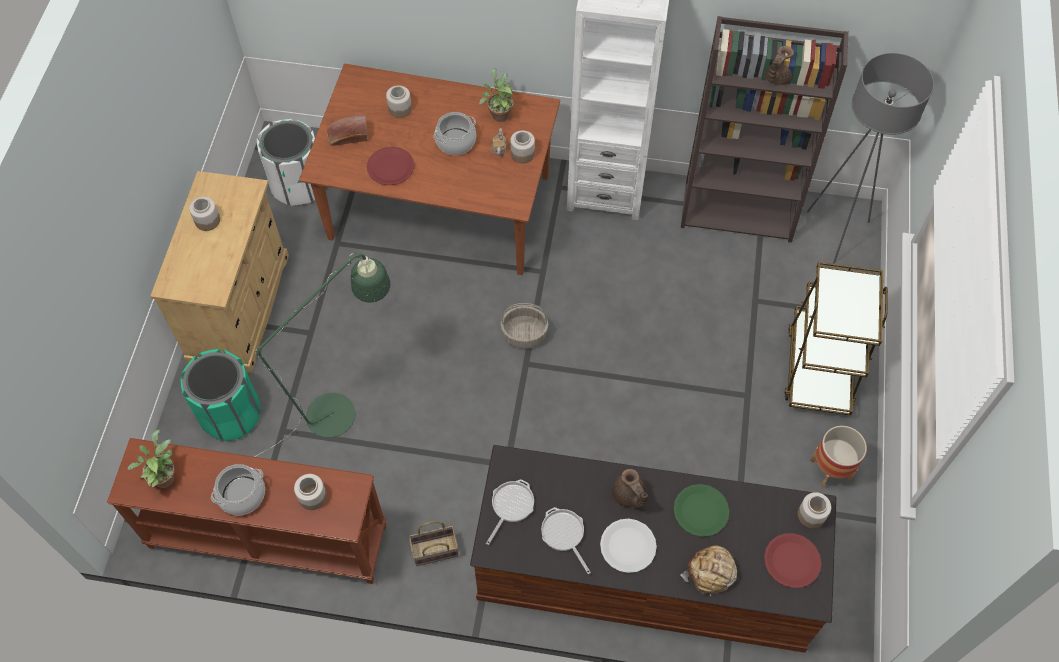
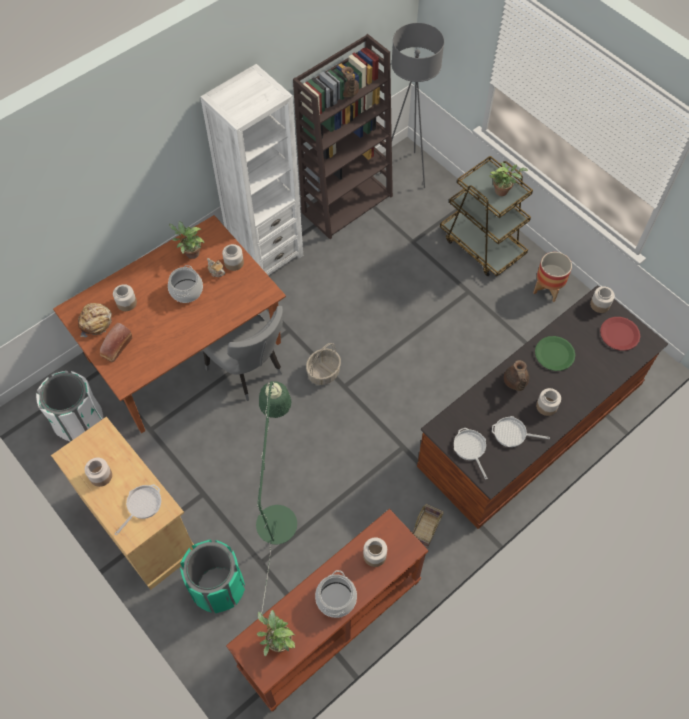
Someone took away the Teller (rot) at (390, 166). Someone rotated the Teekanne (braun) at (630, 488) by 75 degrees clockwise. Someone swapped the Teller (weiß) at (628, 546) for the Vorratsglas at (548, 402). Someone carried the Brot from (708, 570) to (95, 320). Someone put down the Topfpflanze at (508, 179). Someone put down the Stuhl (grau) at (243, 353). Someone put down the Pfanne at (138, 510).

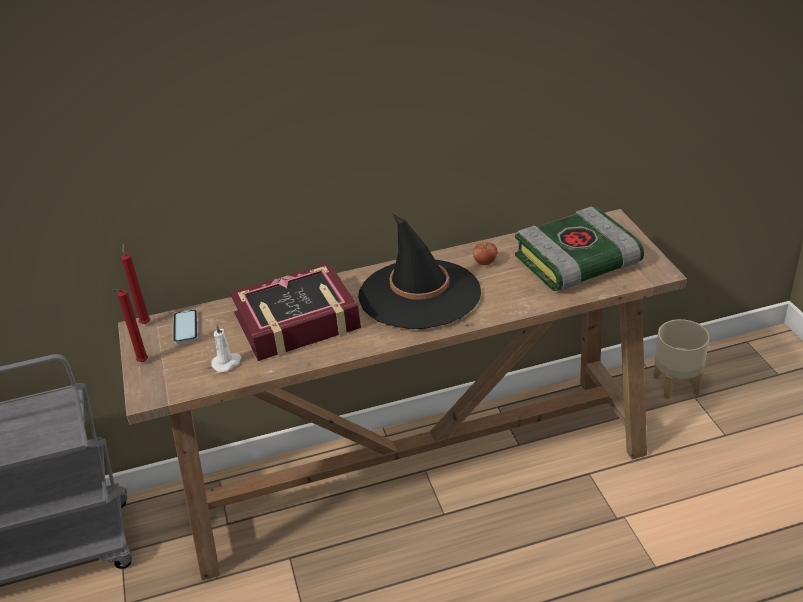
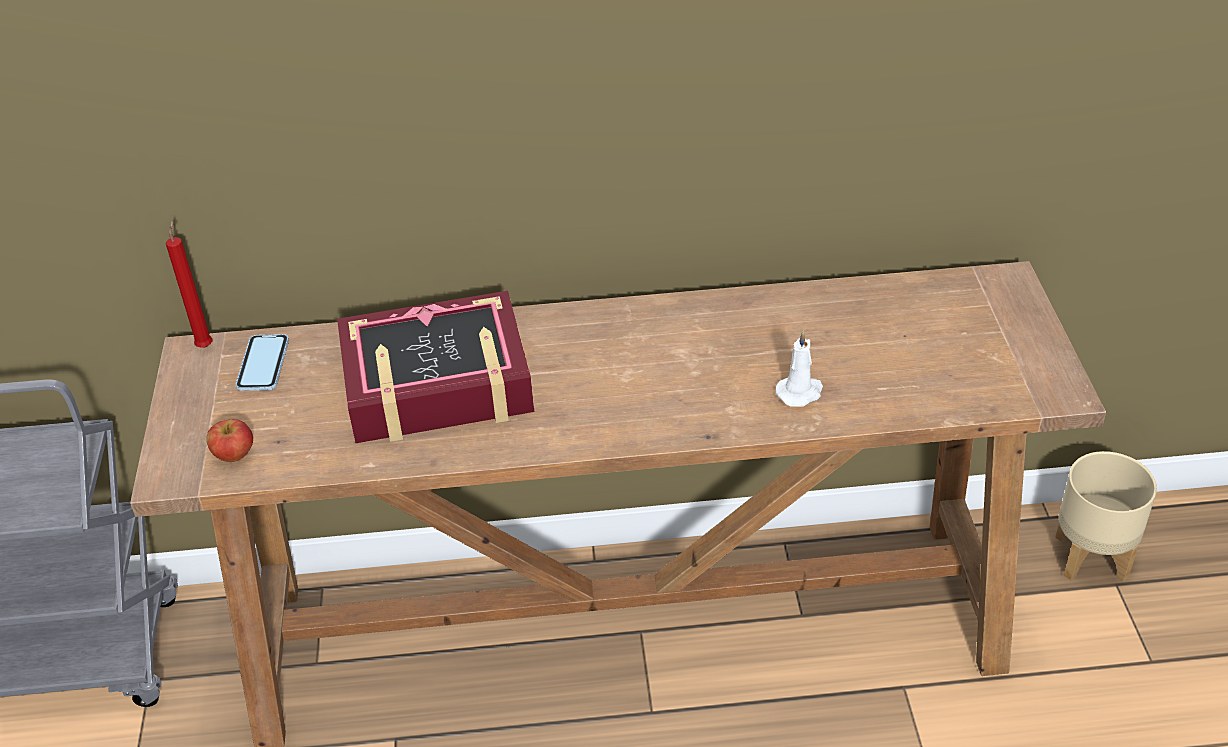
Someone took away the Buch at (579, 248). Someone took away the Hut (schwarz) at (419, 271). Someone carried the Apfel from (485, 253) to (229, 440). Someone took away the Kerze (rot) at (130, 325). Someone carried the Kerze (weiß) from (226, 348) to (799, 368).

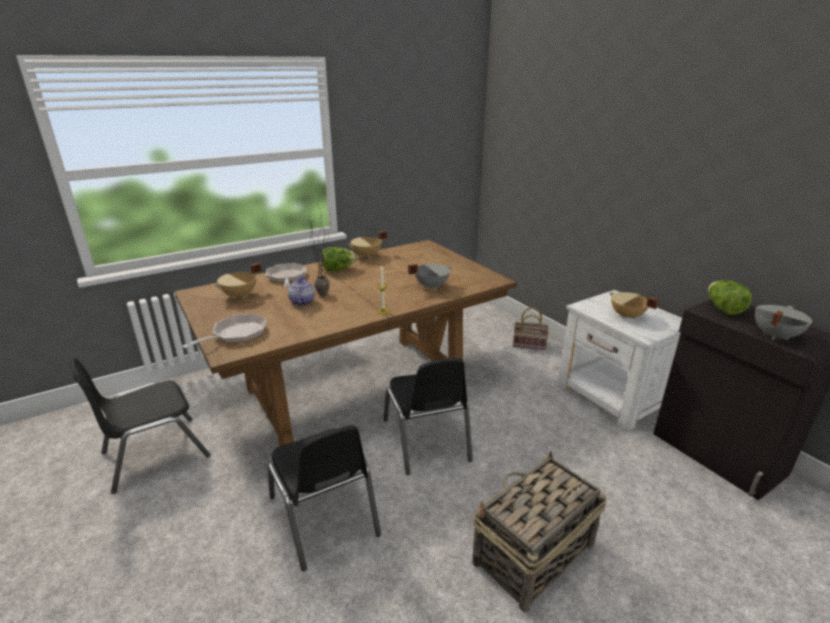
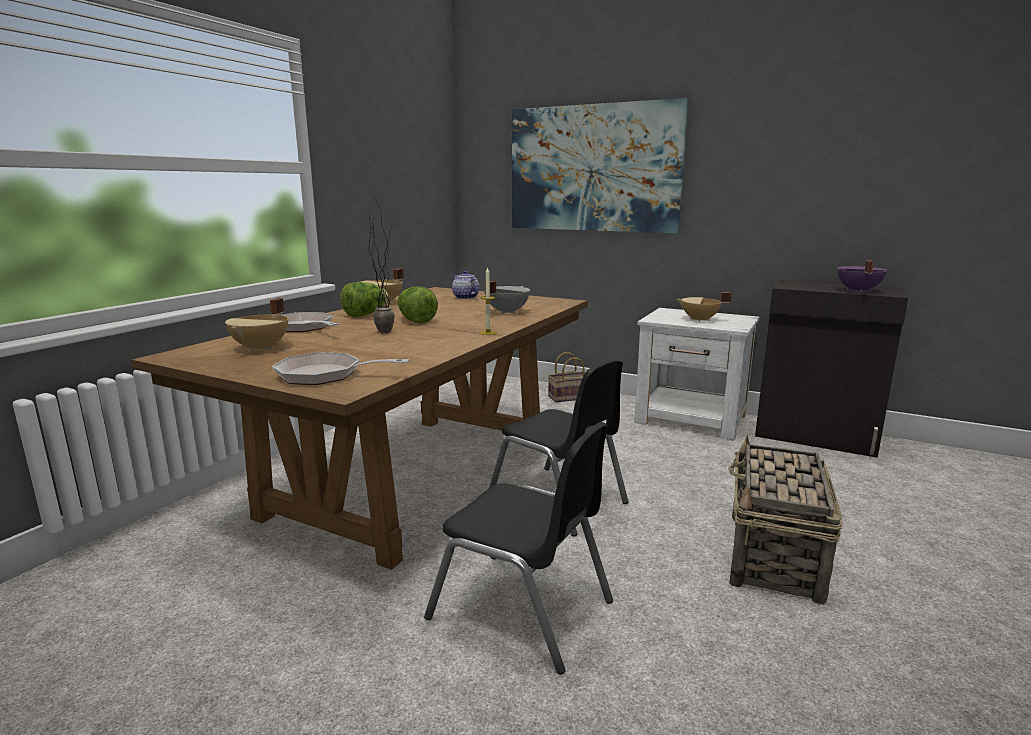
Someone carried the Teekanne from (301, 291) to (465, 285). Someone carried the Salatkopf from (730, 297) to (418, 304). Someone repainted the Kochtopf (grau) at (783, 322), which became the Kochtopf (lila) at (862, 276). Someone rotated the Pfanne at (224, 331) by 90 degrees counterclockwise. Someone took away the Stuhl (schwarz) at (140, 425). Someone put up the Bild at (600, 165).

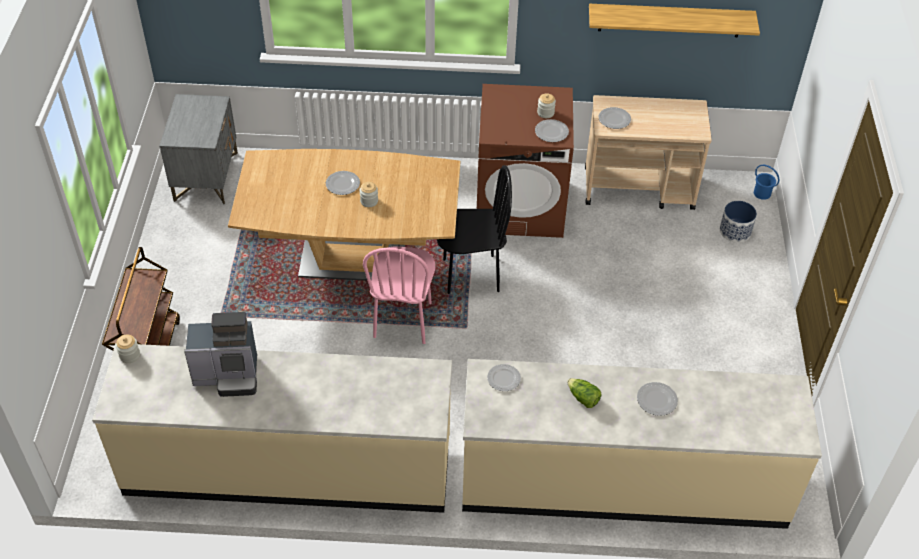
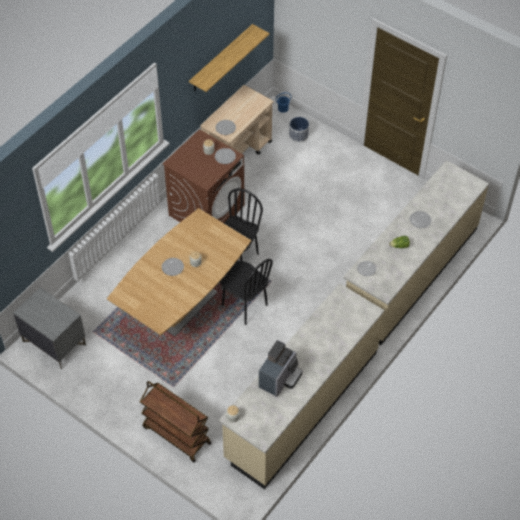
Someone repainted the Stuhl (rosa) at (399, 295), which became the Stuhl (schwarz) at (246, 292).

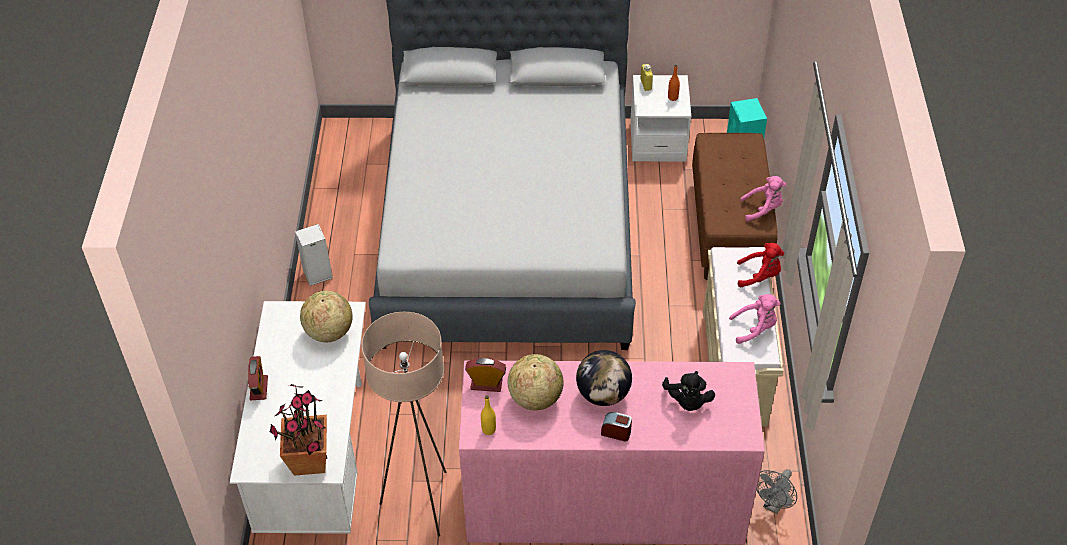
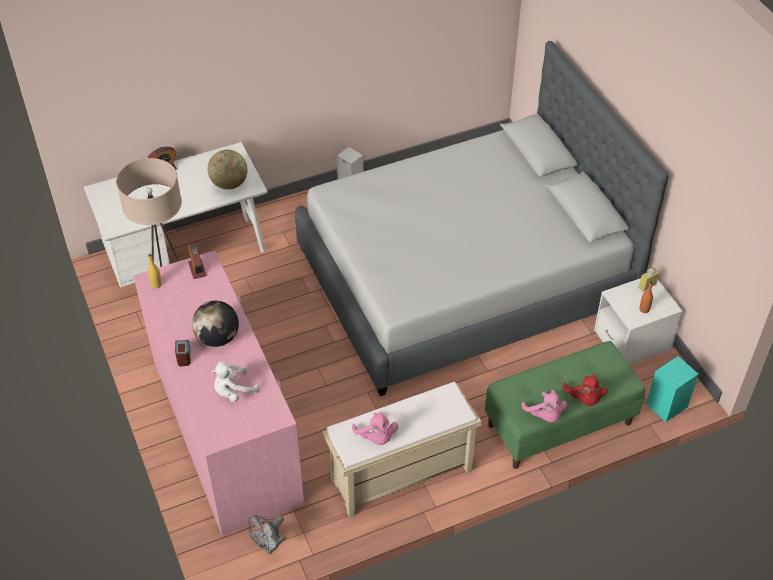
Someone repainted the Bank (braun) at (734, 206), which became the Bank (grün) at (565, 405). Someone carried the Plüschtier (rot) from (760, 265) to (585, 390). Someone took away the Globus at (536, 382). Someone repainted the Plüschtier (schwarz) at (688, 391), which became the Plüschtier (weiß) at (236, 381). Someone took away the Topfpflanze at (298, 430). Someone rotated the Ventilator (grau) at (776, 491) by 60 degrees counterclockwise.

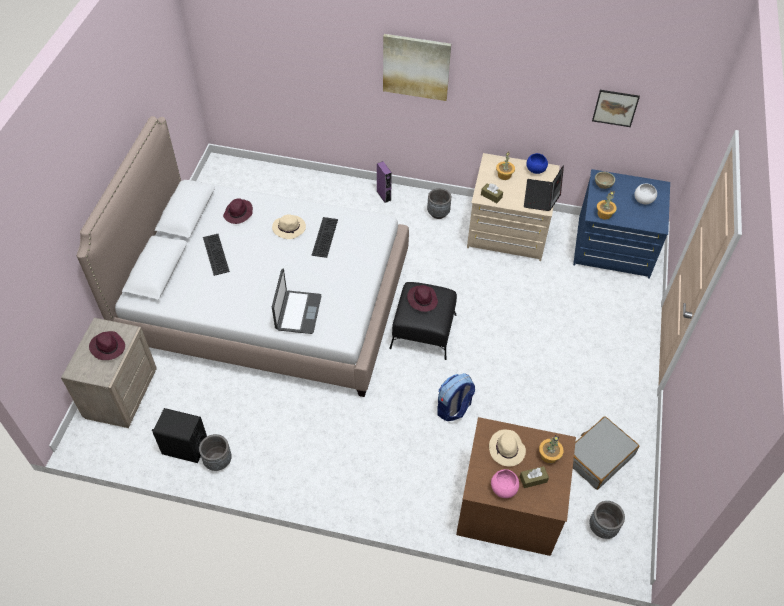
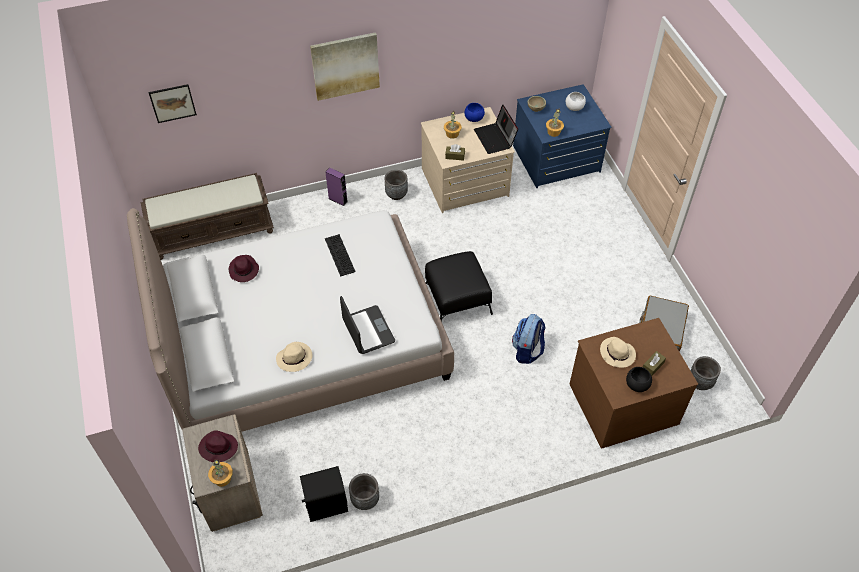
Someone carried the Bild from (616, 108) to (172, 103). Someone carried the Hut (beige) from (289, 226) to (294, 357). Someone took away the Tastatur at (216, 255). Someone took away the Hut (lila) at (422, 298). Someone carried the Topfpflanze from (551, 449) to (220, 473). Someone repainted the Schüssel (rosa) at (505, 483), which became the Schüssel (schwarz) at (639, 379). Someone put down the Bank (braun) at (207, 216).

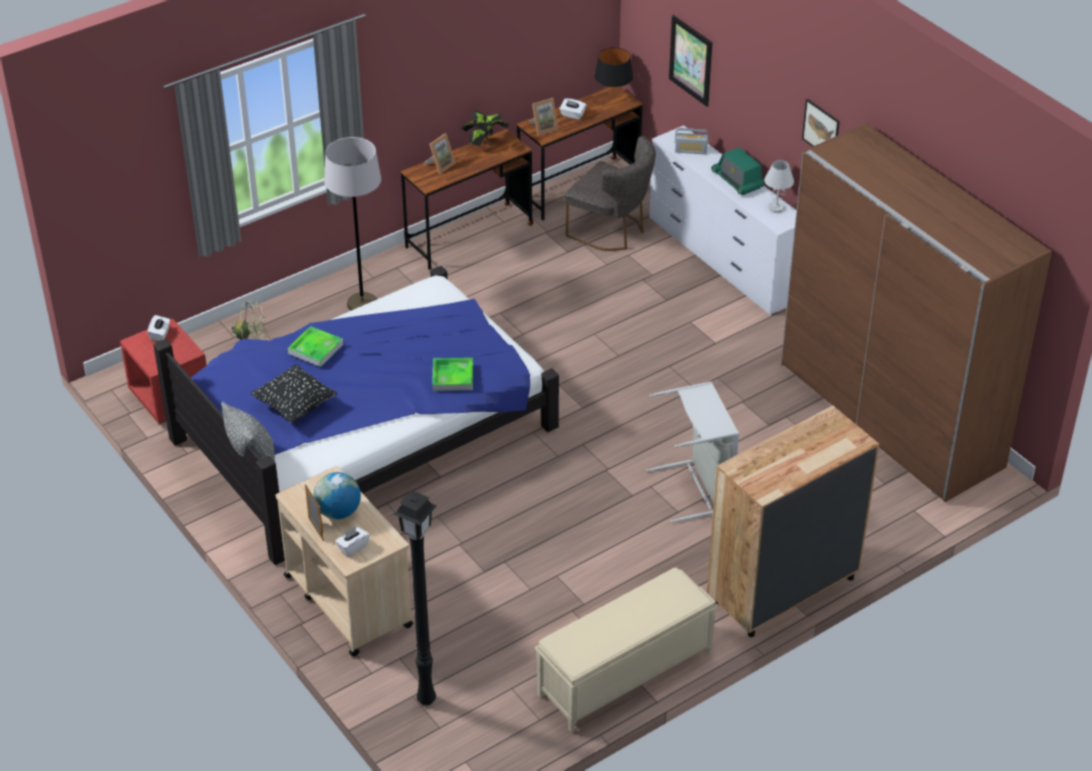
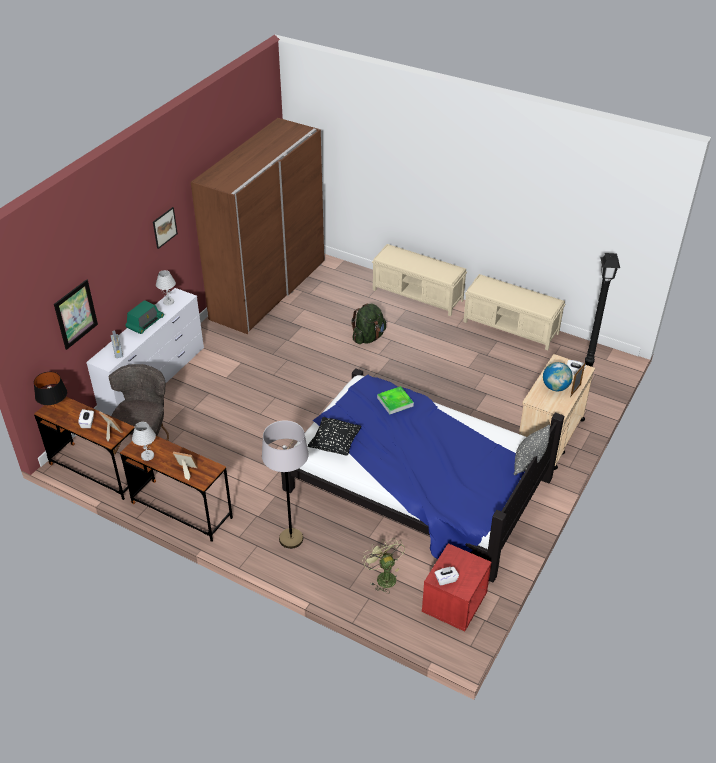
Someone swapped the Topfpflanze at (485, 128) for the Tischlampe (weiß) at (144, 441). Someone took away the Tablett at (315, 346). Someone carried the Kissen (schwarz) from (294, 393) to (334, 436). Someone swapped the Wäschekorb (grau) at (692, 452) for the Rucksack (grün) at (368, 324). Someone swapped the Kommode (braun) at (793, 521) for the Bank (beige) at (419, 280).

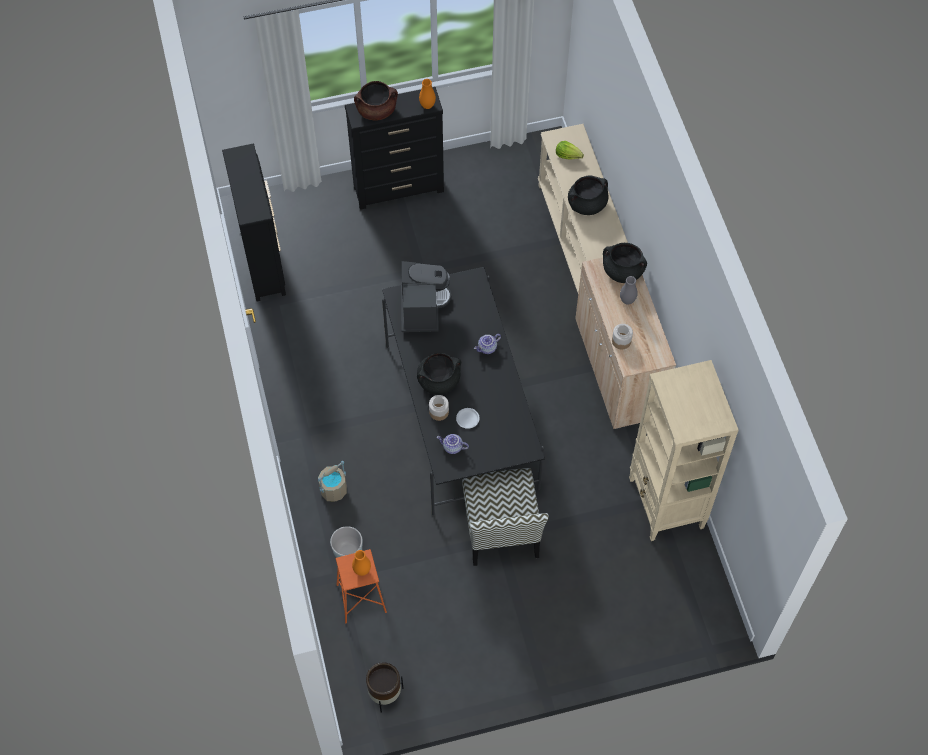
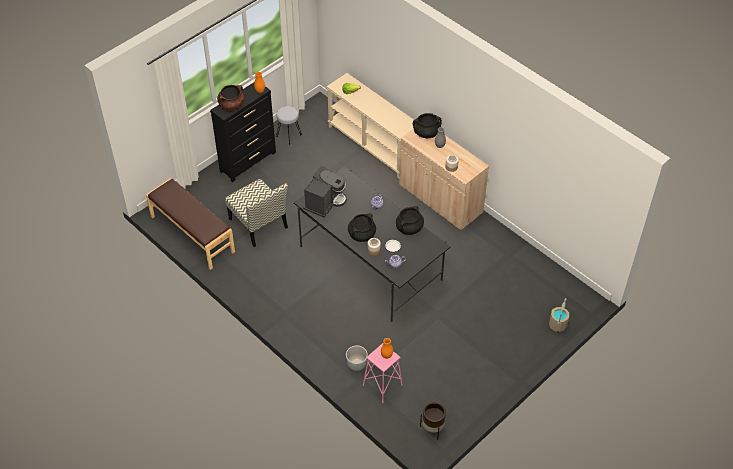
Someone swapped the Kommode (schwarz) at (254, 222) for the Bank (braun) at (190, 224). Someone carried the Kochtopf (schwarz) from (588, 195) to (410, 220). Someone rotated the Kaffeemaschine at (426, 296) by 60 degrees clockwise. Someone took away the Bücherregal (beige) at (684, 450). Someone carried the Eimer (beige) from (332, 481) to (559, 315). Someone carried the Stuhl from (505, 517) to (256, 213). Someone repainted the Hocker (orange) at (361, 586), which became the Hocker (rosa) at (383, 373). Someone put down the Hocker (grau) at (289, 125).

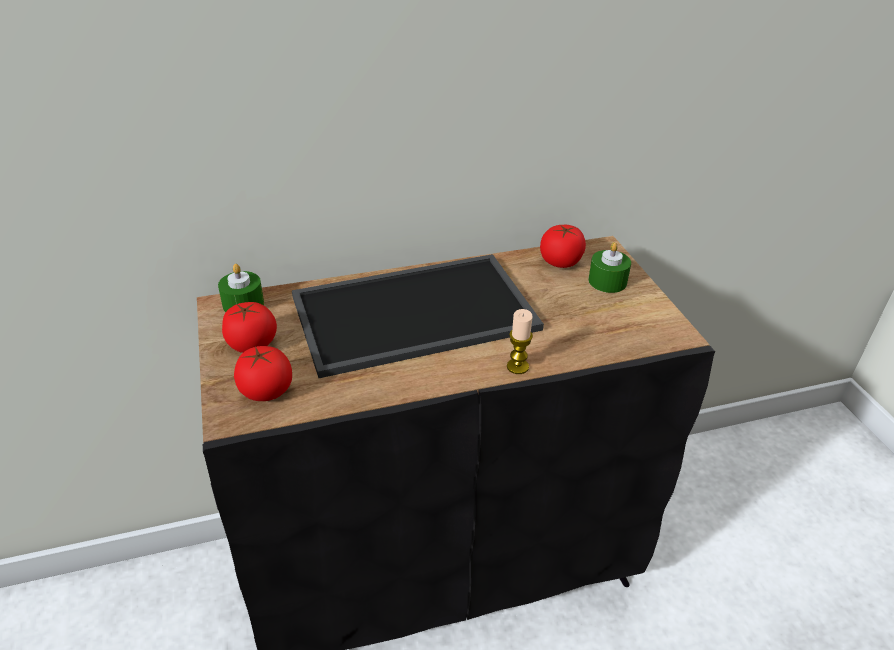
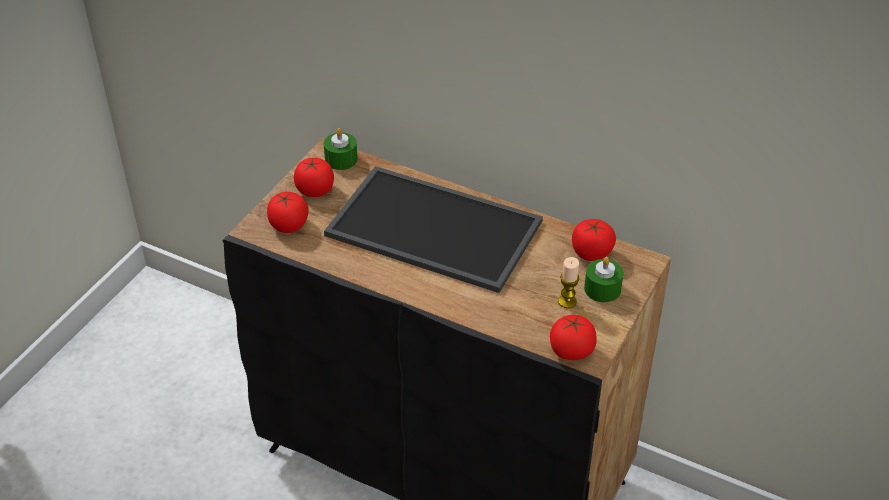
Someone carried the Kerze from (520, 341) to (569, 282). Someone put down the Tomate at (573, 337).

